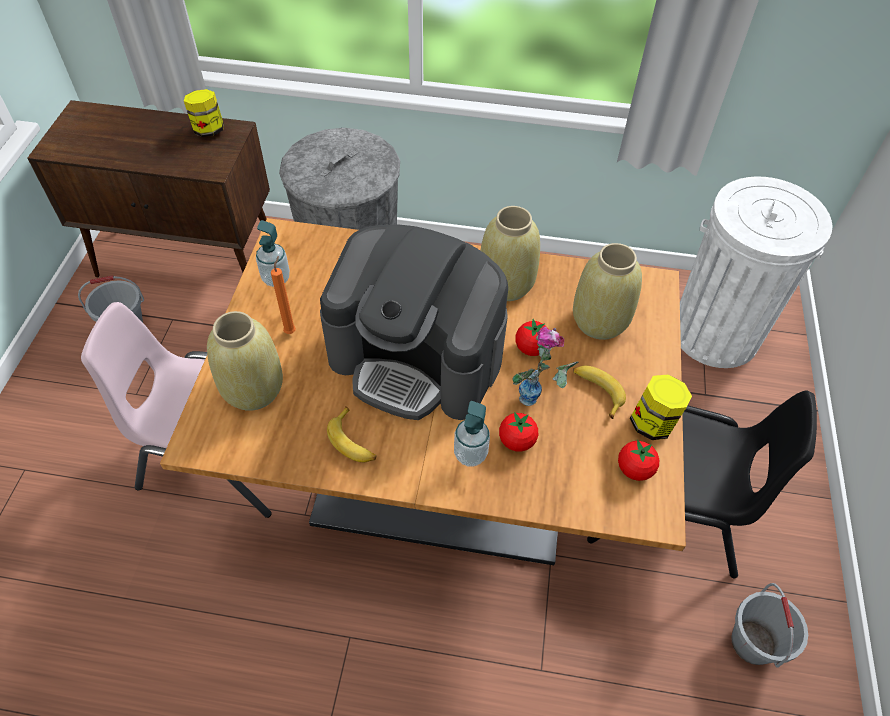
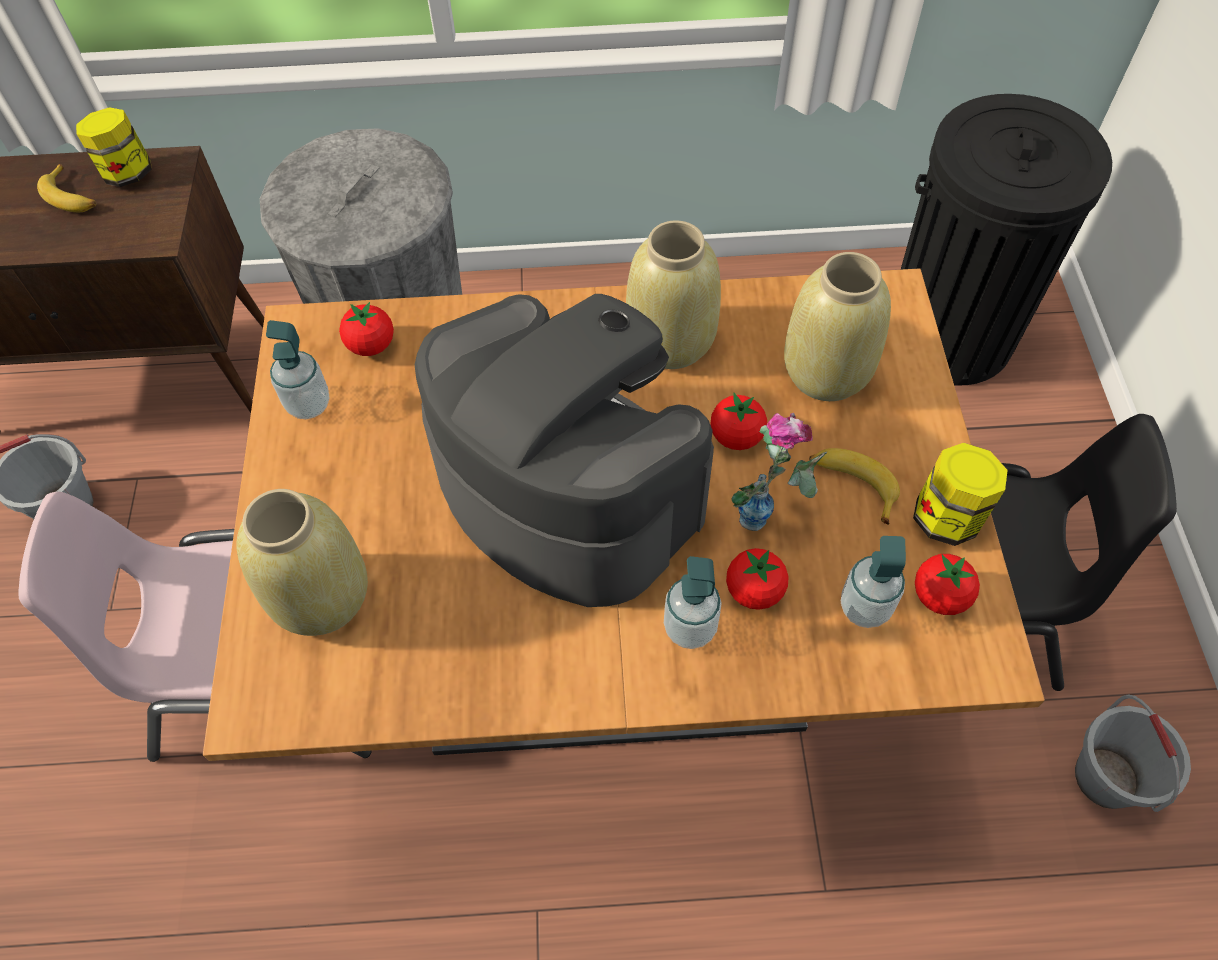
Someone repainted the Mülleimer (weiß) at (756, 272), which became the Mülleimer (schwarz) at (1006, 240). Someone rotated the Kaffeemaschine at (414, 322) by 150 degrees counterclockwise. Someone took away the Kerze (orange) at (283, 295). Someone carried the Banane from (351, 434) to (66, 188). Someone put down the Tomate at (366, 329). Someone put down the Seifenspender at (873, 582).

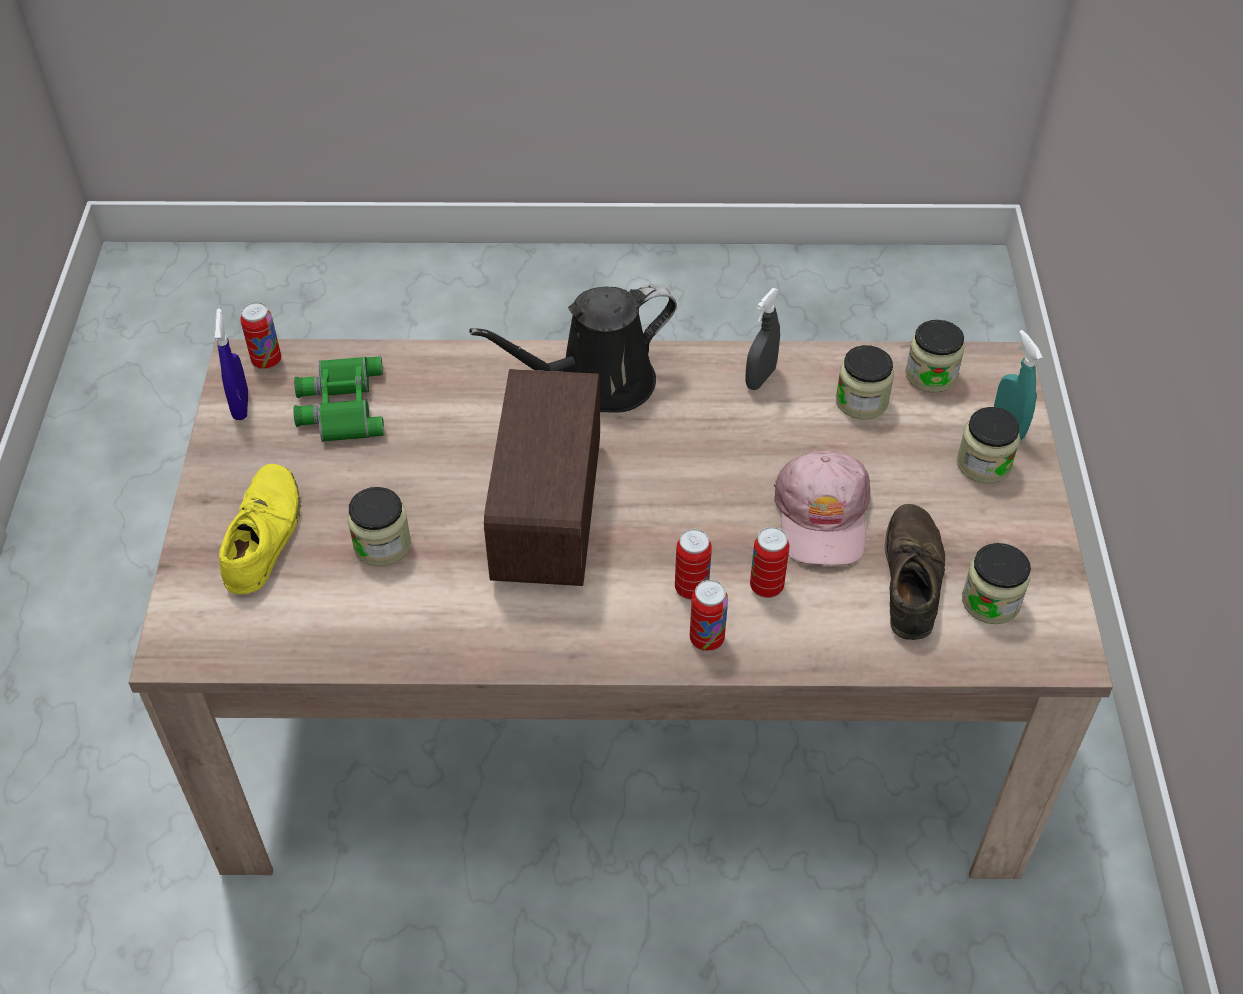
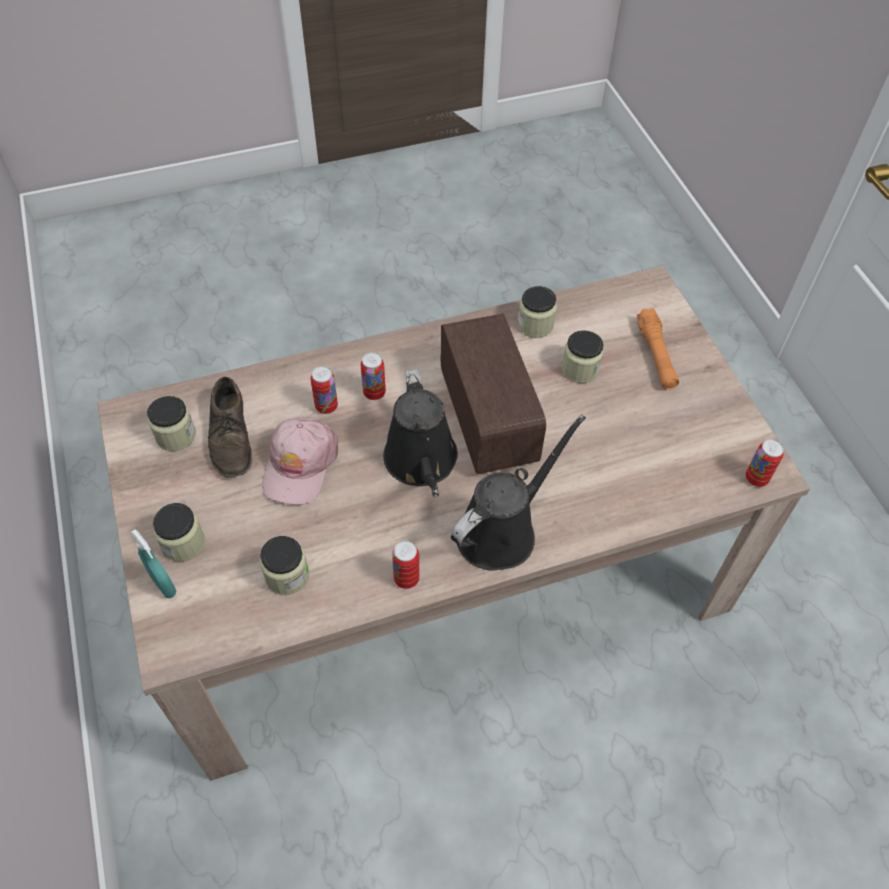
Someone took away the Sprühflasche (grau) at (762, 339). Someone took away the Sprühflasche (blau) at (231, 364). Someone carried the Vorratsglas from (934, 356) to (537, 312). Someone took away the Fernglas (grün) at (338, 399). Someone rotated the Kappe (rosa) at (822, 508) by 150 degrees counterclockwise. Someone swapped the Schuh (gelb) at (260, 529) for the Taschenlampe (orange) at (658, 349). Someone carried the Dose from (709, 615) to (406, 565). Someone put down the Gießkanne (schwarz) at (420, 432).

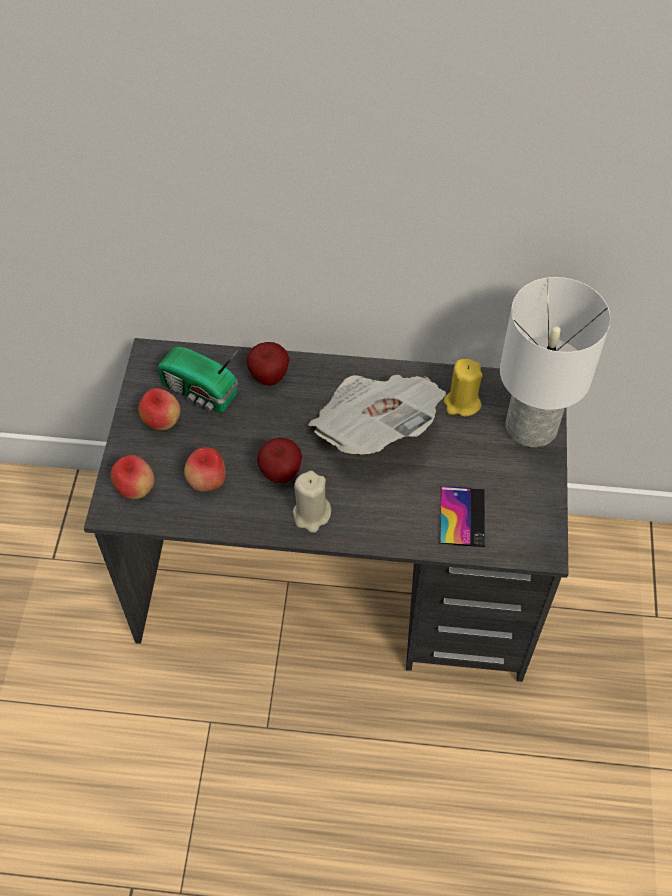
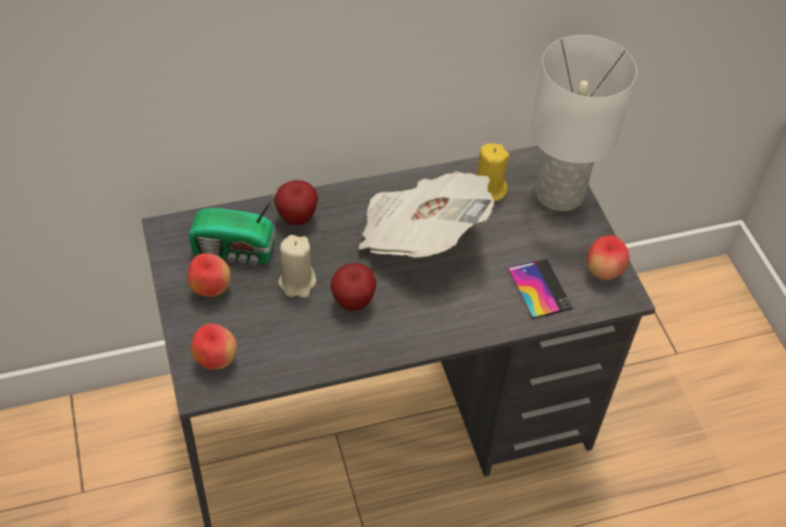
Someone carried the Apfel from (205, 469) to (608, 258). Someone carried the Kerze (beige) from (312, 502) to (297, 266).

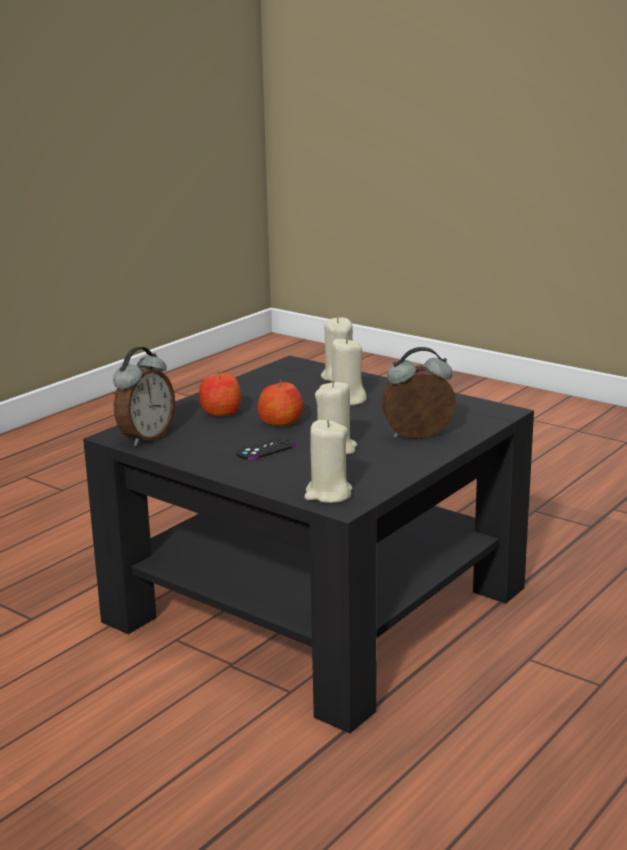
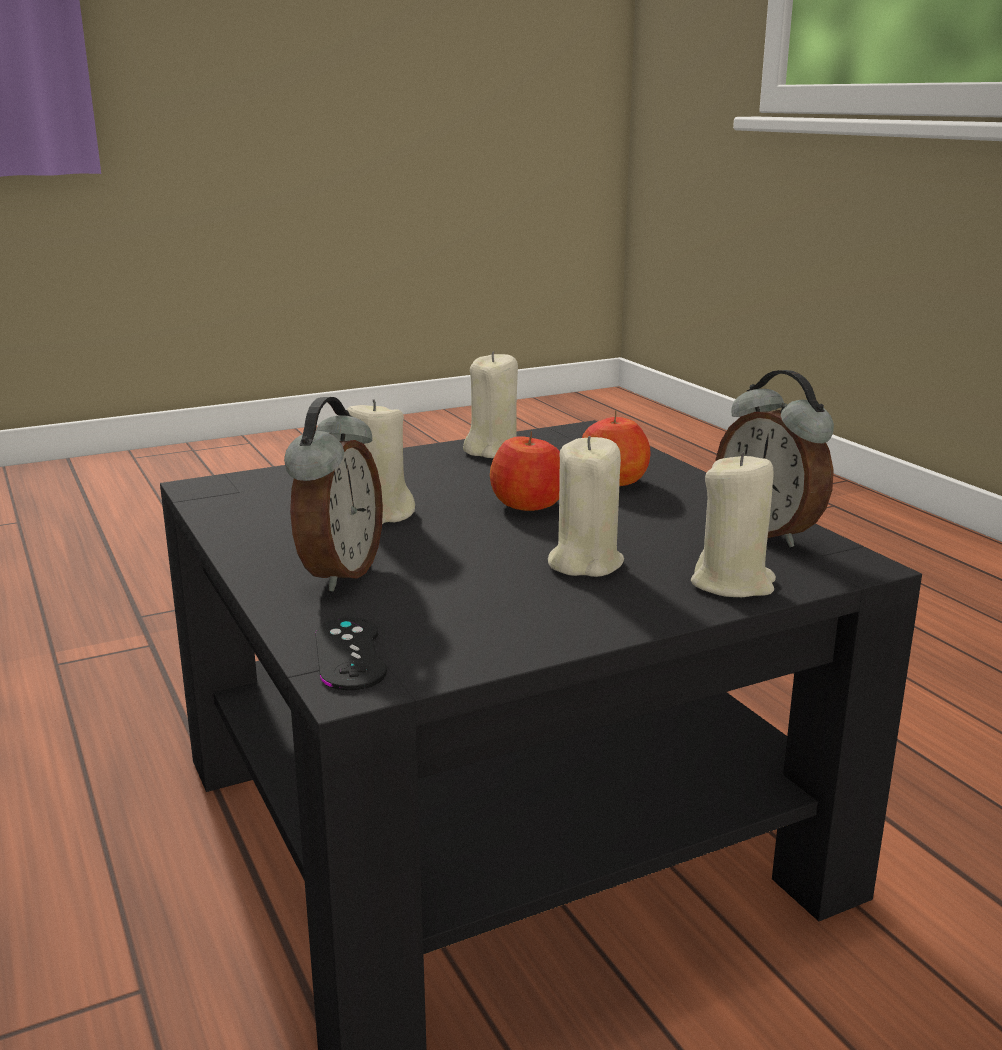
Someone carried the Wecker from (144, 396) to (775, 458). Someone carried the Kerze (beige) from (328, 461) to (490, 404). Someone carried the Gamepad (schwarz) from (266, 448) to (351, 653).

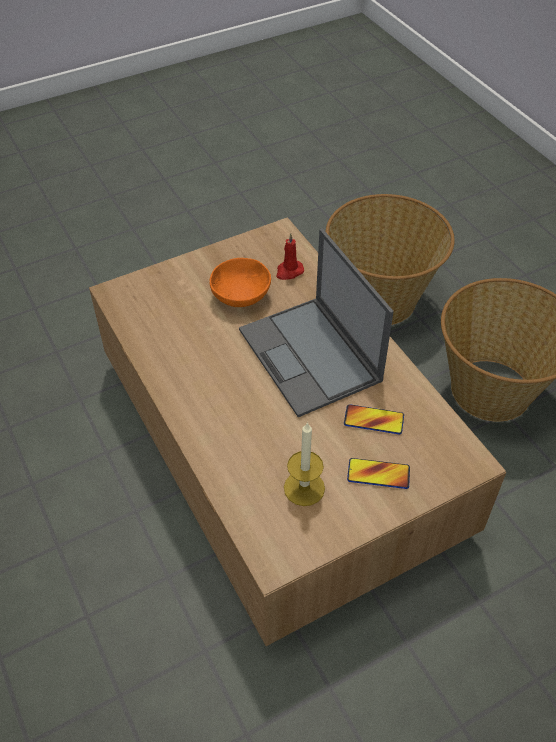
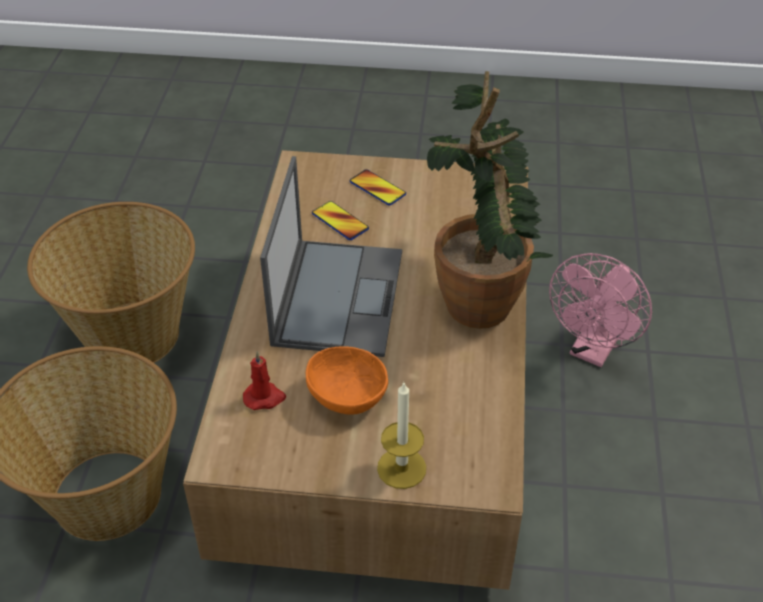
Someone carried the Kerze from (304, 464) to (401, 435). Someone put down the Topfpflanze at (490, 200). Someone put down the Ventilator (rosa) at (600, 310).

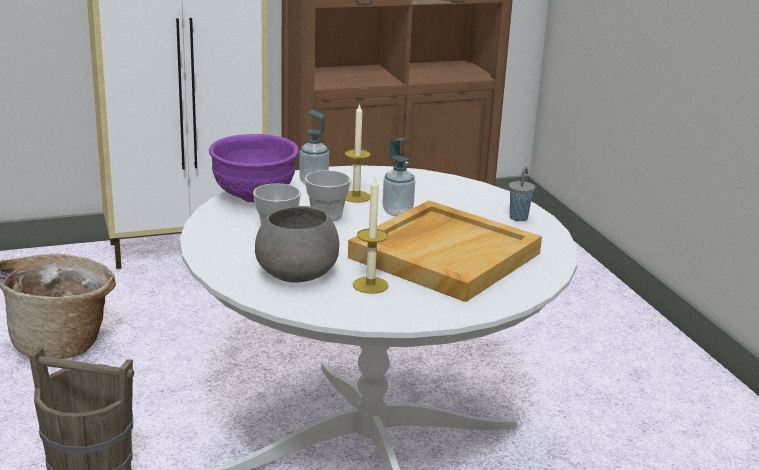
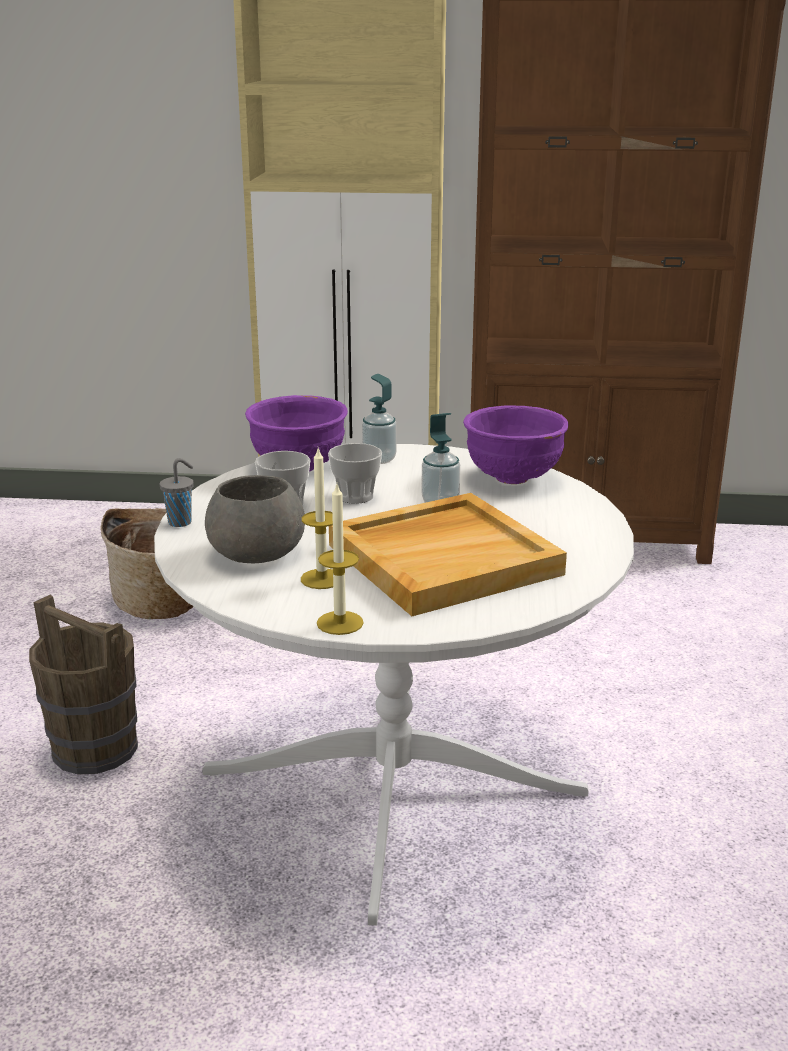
Someone carried the Kerze from (358, 153) to (340, 559). Someone carried the Tasse (grau) from (522, 193) to (177, 492). Someone put down the Schüssel (lila) at (516, 444).

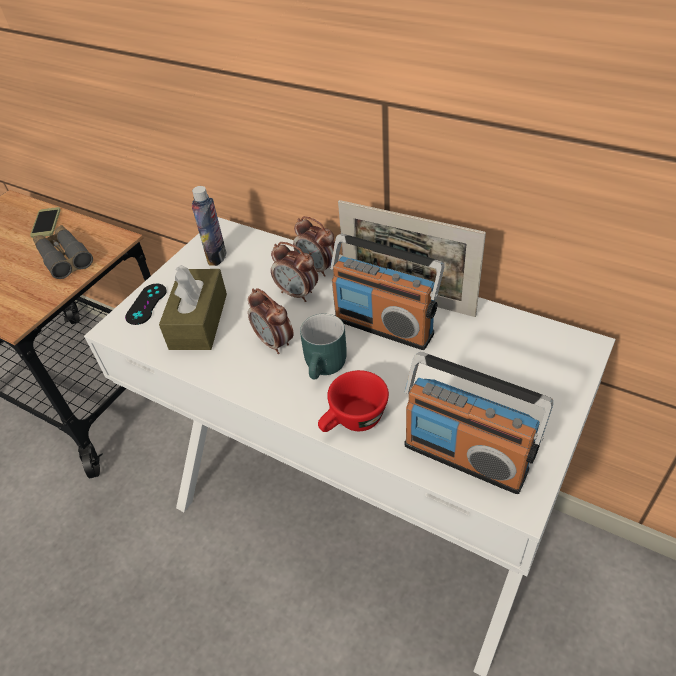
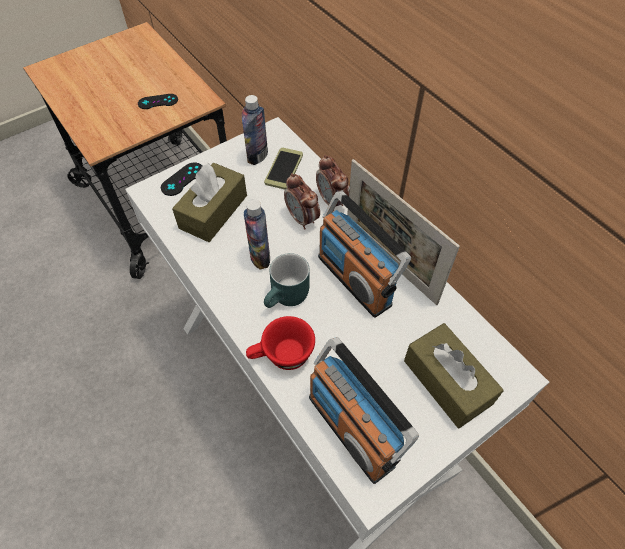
Someone carried the Handy from (45, 222) to (283, 168). Someone swapped the Fernglas (grau) at (63, 252) for the Gamepad (schwarz) at (158, 101). Someone swapped the Wecker at (271, 321) for the Flasche at (257, 234). Someone put down the Taschentuchbox (braun) at (454, 375).

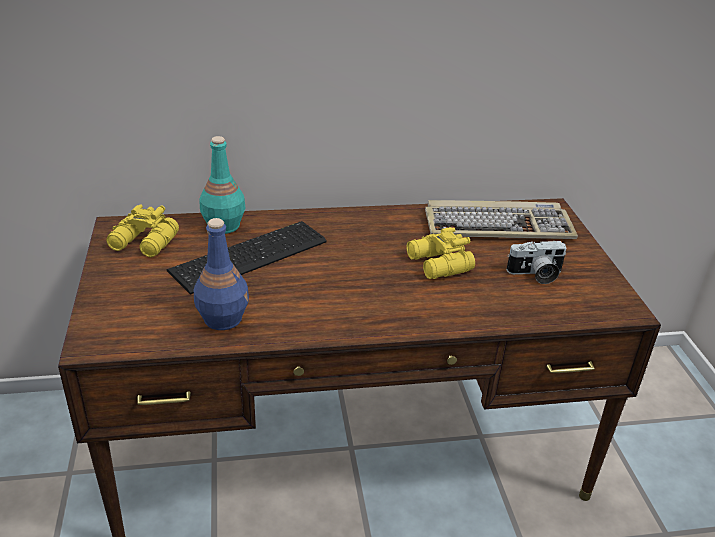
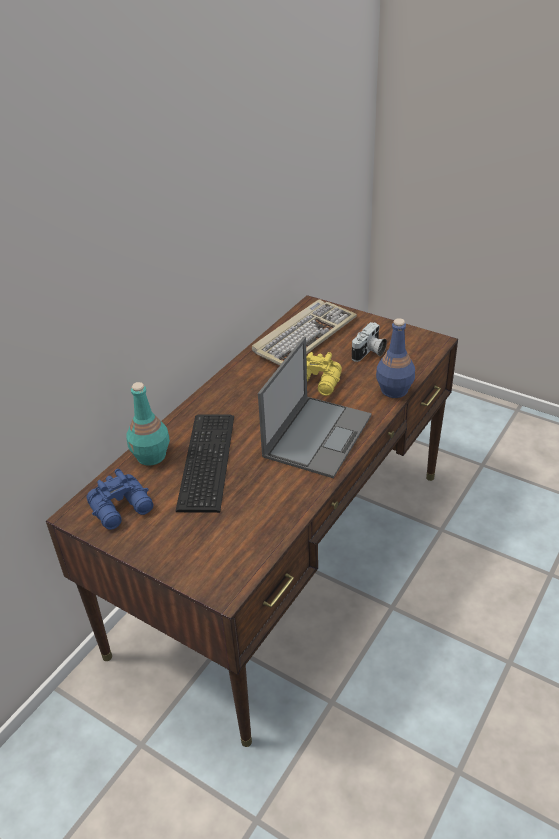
Someone repainted the Fernglas (gelb) at (142, 230), which became the Fernglas (blau) at (120, 499). Someone carried the Flasche (blau) from (221, 274) to (395, 358). Someone put down the Laptop at (315, 407).

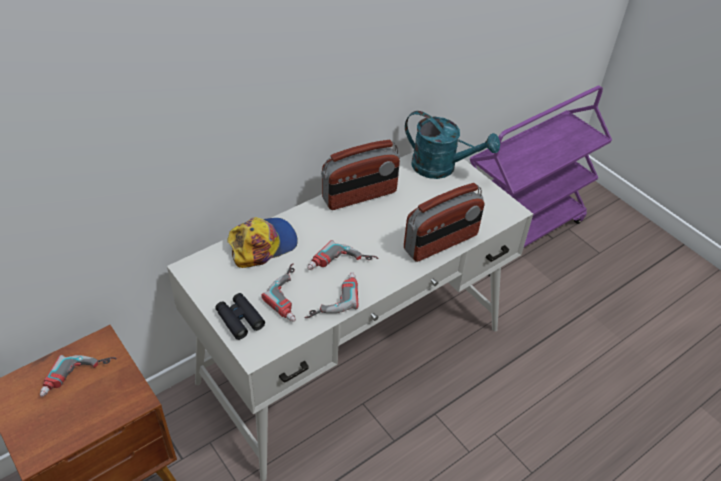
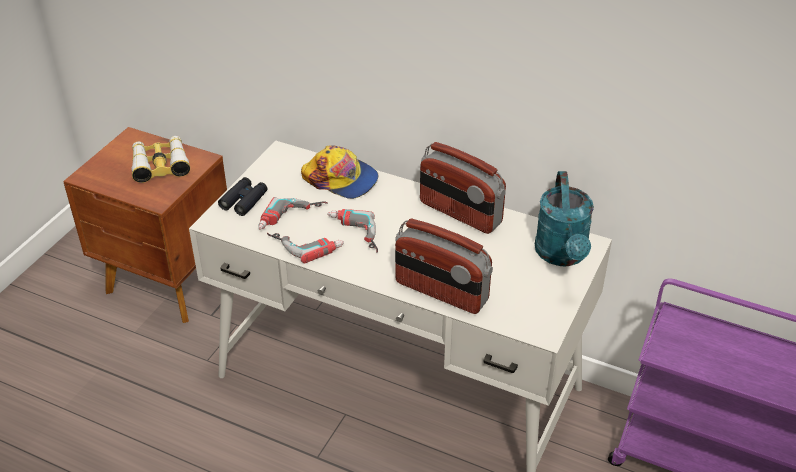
Someone swapped the Bohrmaschine at (78, 376) for the Fernglas at (161, 159).

